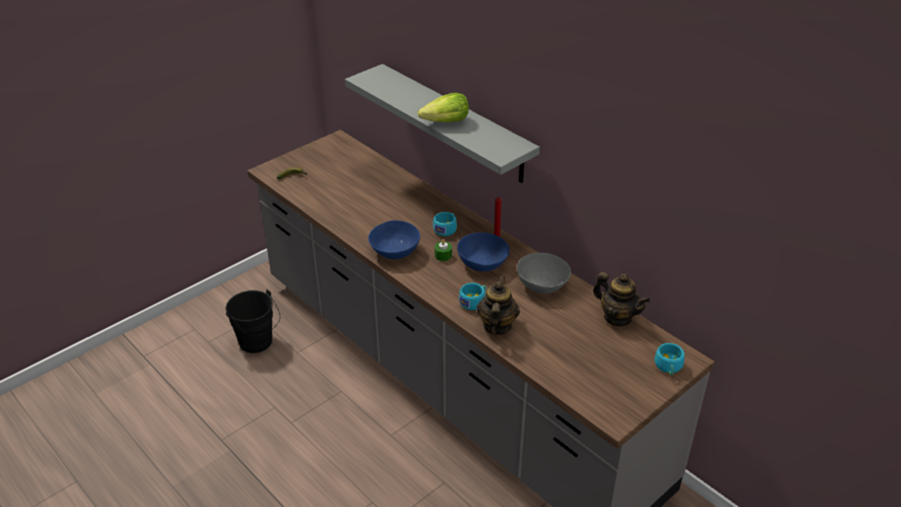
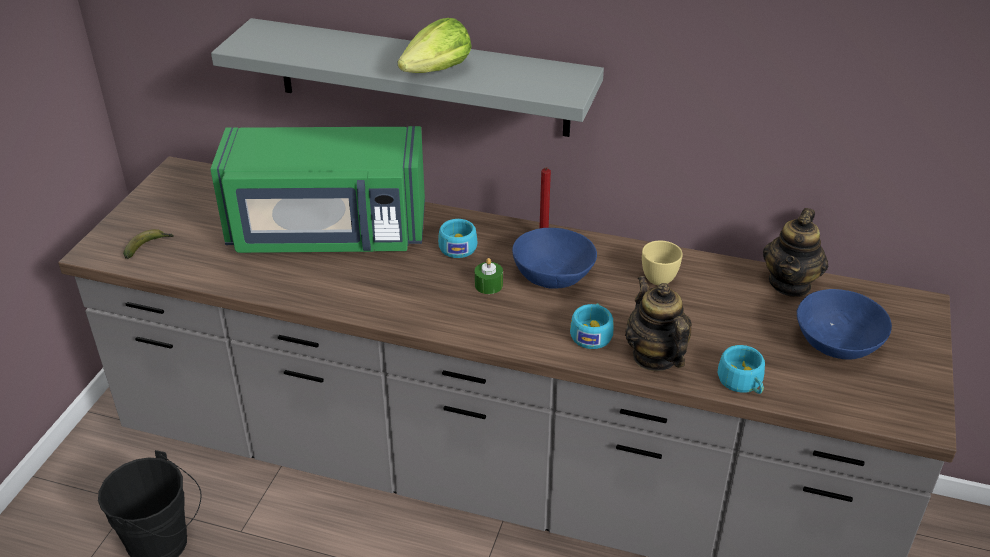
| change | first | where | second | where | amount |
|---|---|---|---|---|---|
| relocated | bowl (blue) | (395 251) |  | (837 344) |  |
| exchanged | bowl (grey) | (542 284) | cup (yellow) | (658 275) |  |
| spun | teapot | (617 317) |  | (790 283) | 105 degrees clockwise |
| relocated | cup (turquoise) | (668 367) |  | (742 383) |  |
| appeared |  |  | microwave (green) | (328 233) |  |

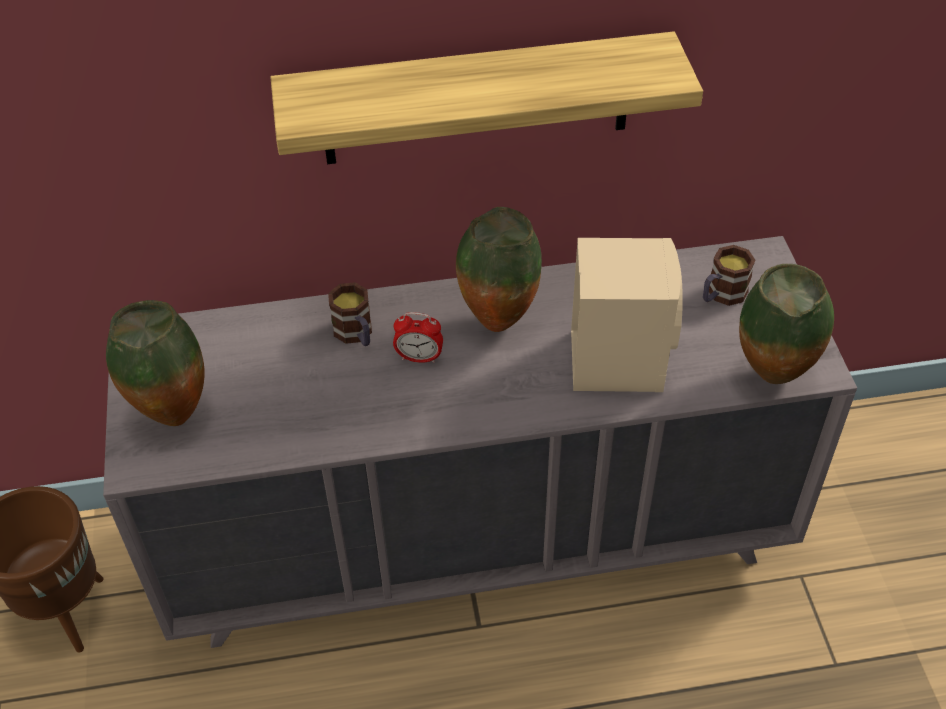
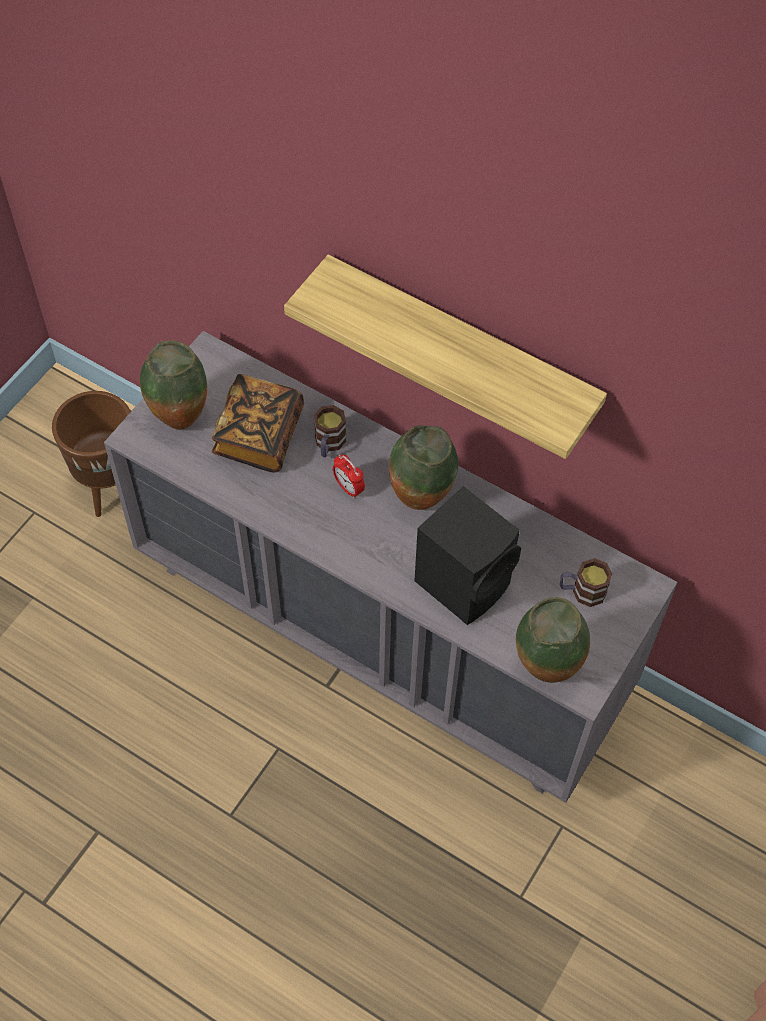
| change | first | where | second | where | amount |
|---|---|---|---|---|---|
| colour | speaker (beige) | (617 358) | speaker (black) | (465 581) |  |
| appeared |  |  | book | (259 436) |  |

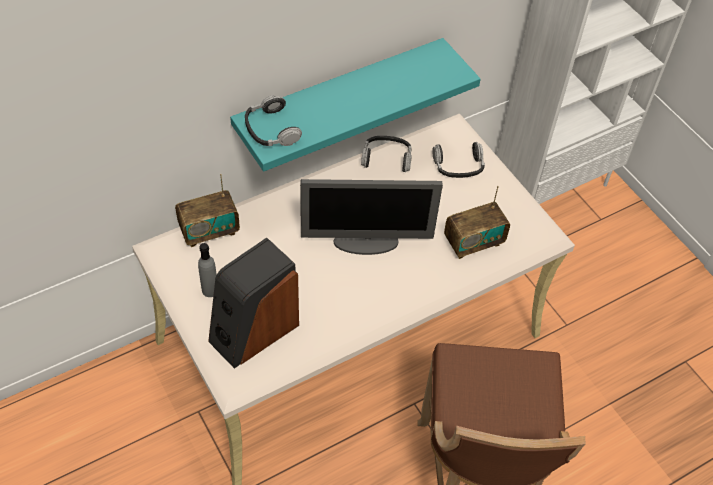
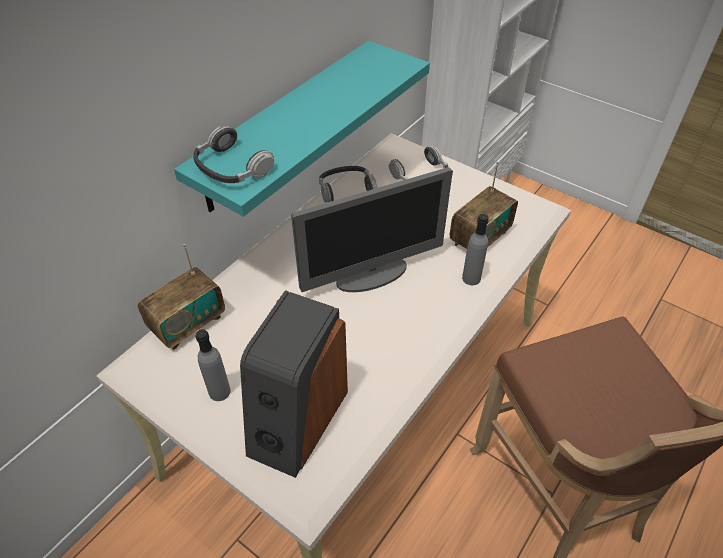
| change | first | where | second | where | amount |
|---|---|---|---|---|---|
| appeared |  |  | bottle (grey) | (471 278) |  |

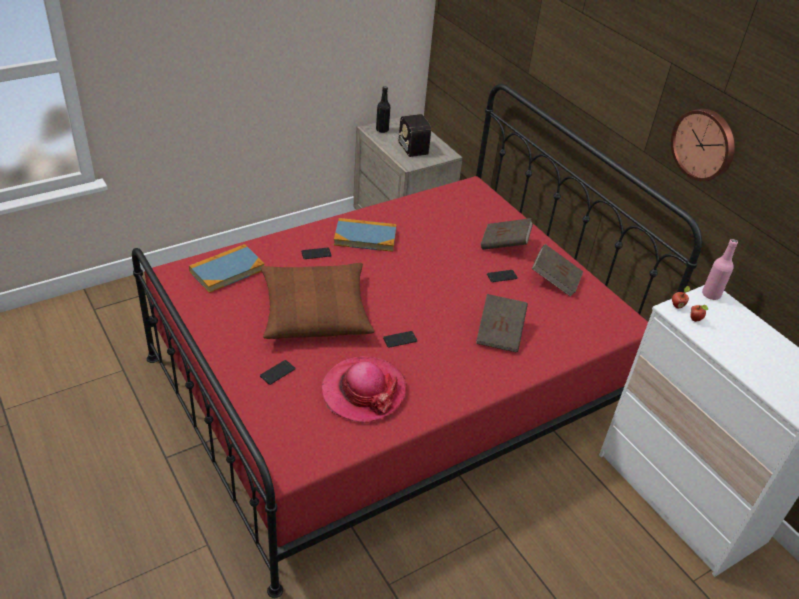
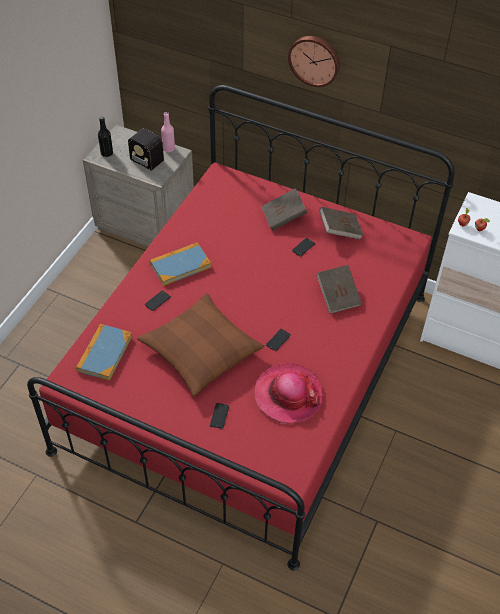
| change | first | where | second | where | amount |
|---|---|---|---|---|---|
| relocated | wall clock | (704 144) |  | (315 60) |  |
| relocated | bottle (pink) | (711 294) |  | (168 148) |  |

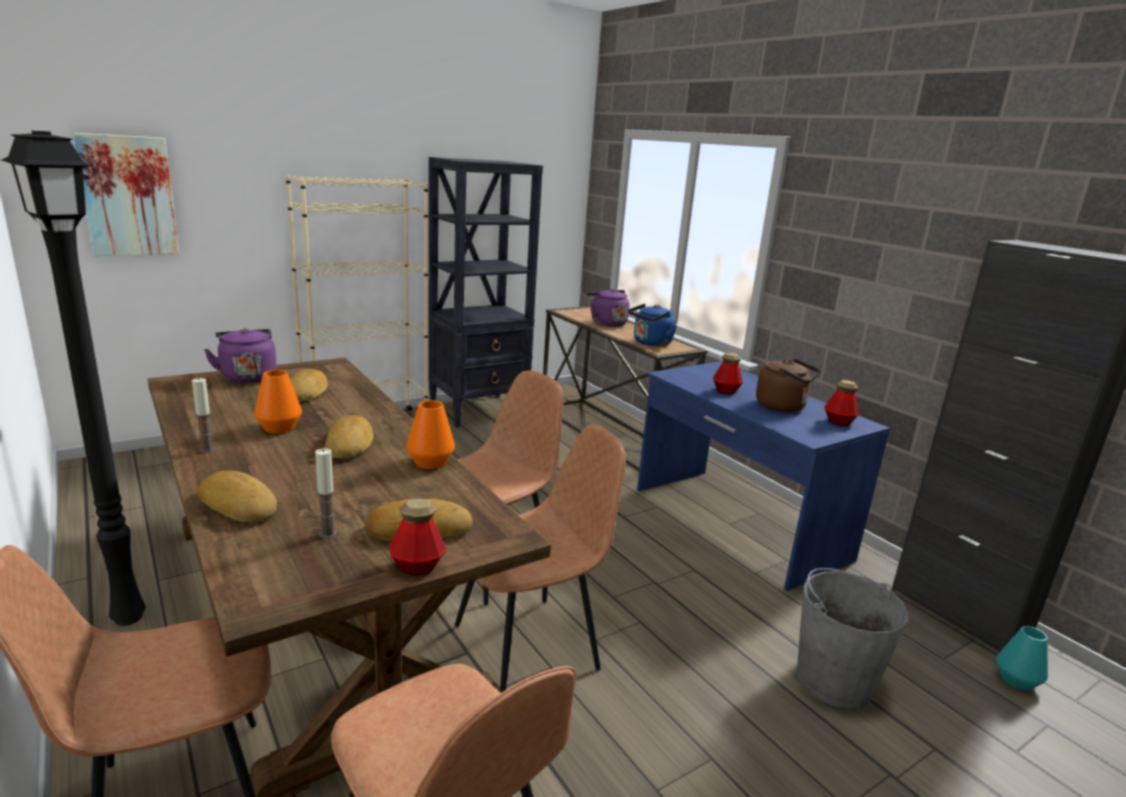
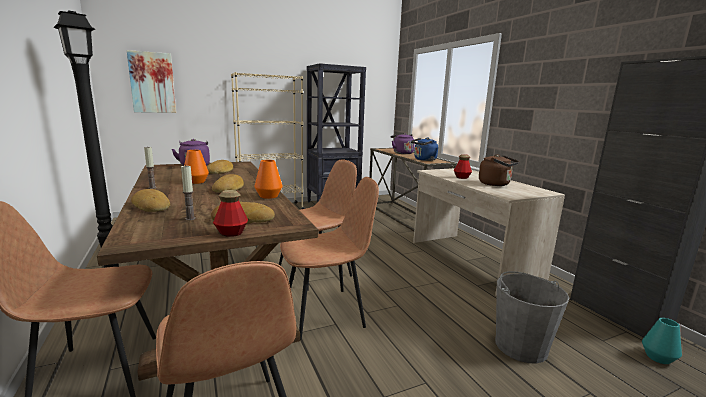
| change | first | where | second | where | amount |
|---|---|---|---|---|---|
| colour | desk (blue) | (737 523) | desk (beige) | (471 260) |  |
| missing | bottle | (838 422) |  |  |  |

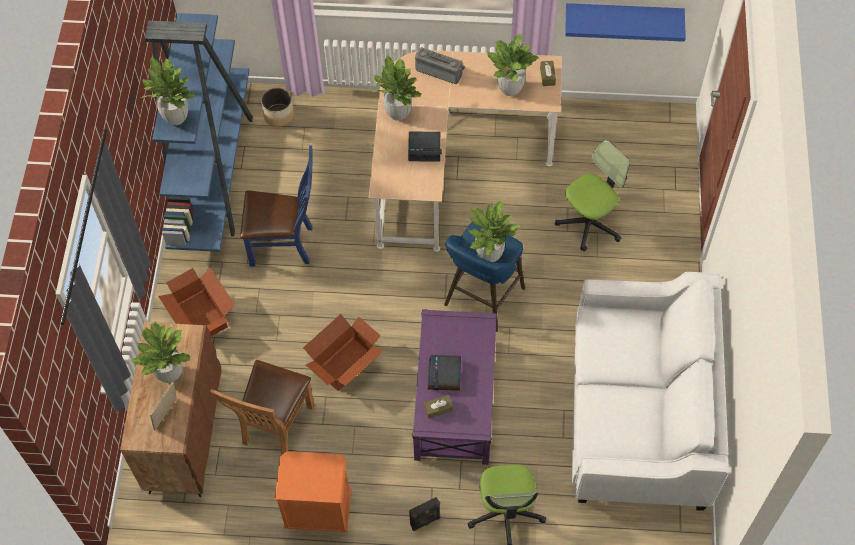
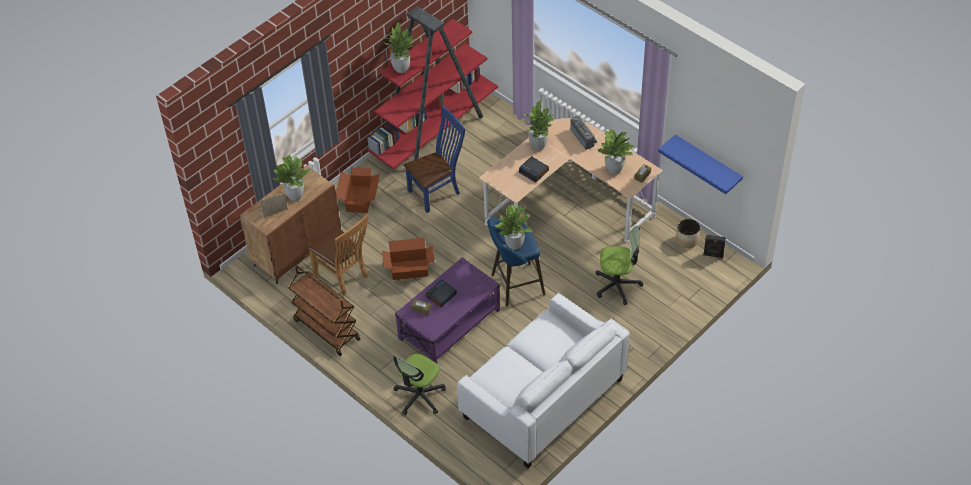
| change | first | where | second | where | amount |
|---|---|---|---|---|---|
| colour | bookcase (blue) | (212 171) | bookcase (red) | (434 131) |  |
| relocated | planter | (278 115) |  | (686 240) |  |
| spun | chair (blue) | (286 244) |  | (437 191) | 75 degrees counterclockwise |
| spun | chair (brown) | (274 427) |  | (343 276) | 105 degrees counterclockwise |
| exchanged | nightstand (orange) | (318 511) | cart (brown) | (326 329) |  |
| relocated | speaker (black) | (425 522) |  | (713 255) |  |

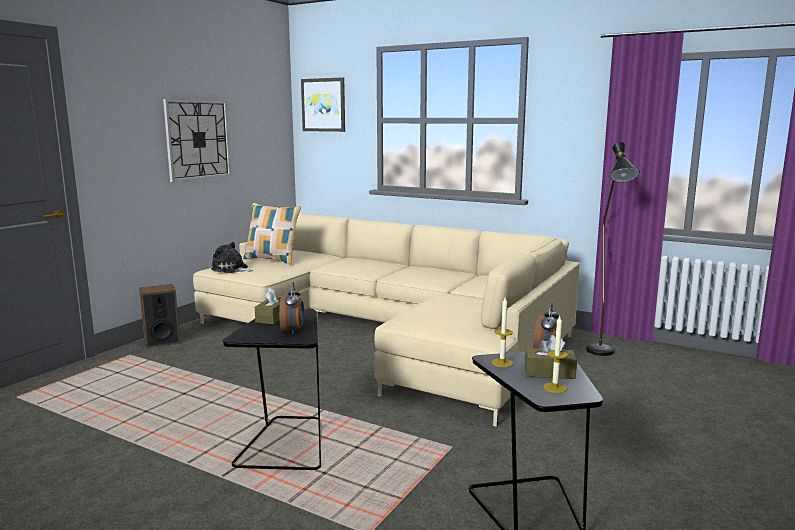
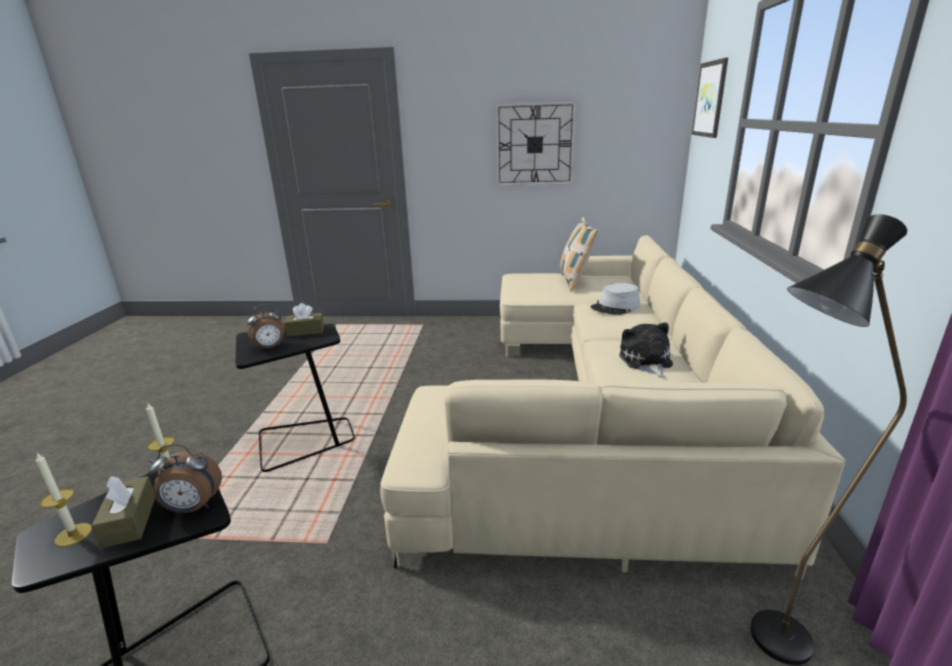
| change | first | where | second | where | amount |
|---|---|---|---|---|---|
| relocated | plush toy | (231 269) |  | (646 361) |  |
| missing | speaker | (162 341) |  |  |  |
| appeared |  |  | hat (grey) | (615 307) |  |

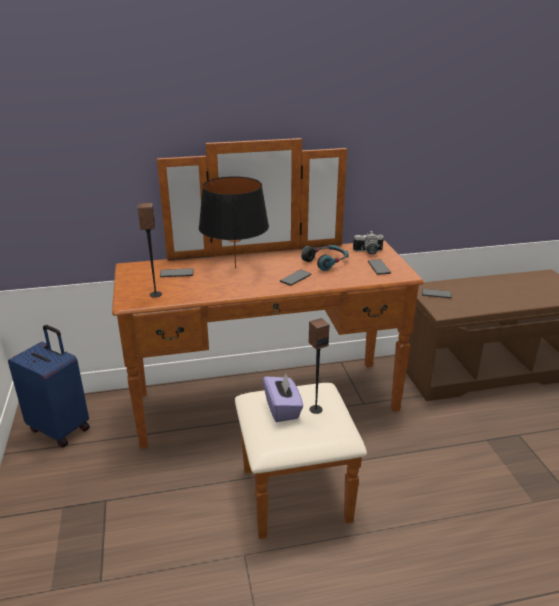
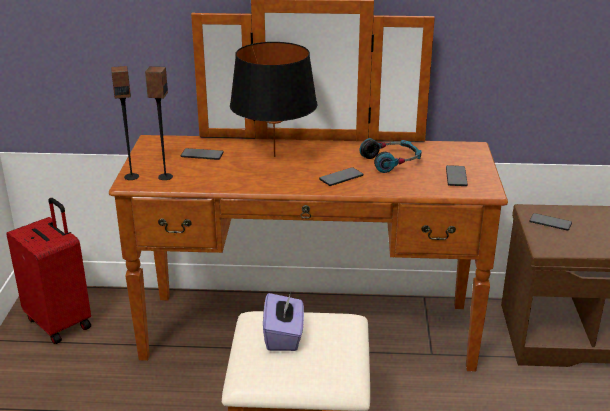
| change | first | where | second | where | amount |
|---|---|---|---|---|---|
| missing | photo camera | (368 252) |  |  |  |
| relocated | speaker | (315 409) |  | (131 176) |  |
| colour | suitcase (blue) | (61 428) | suitcase (red) | (60 322) |  |

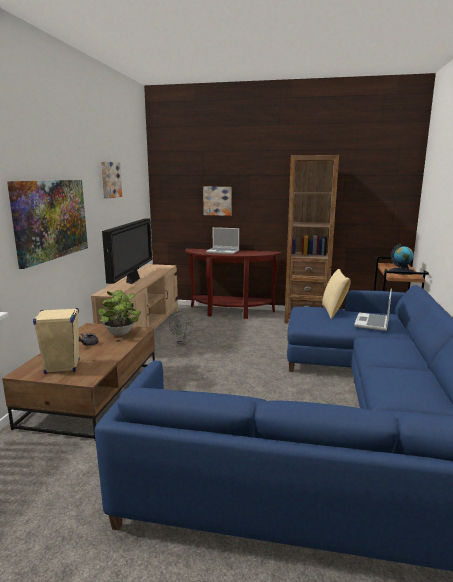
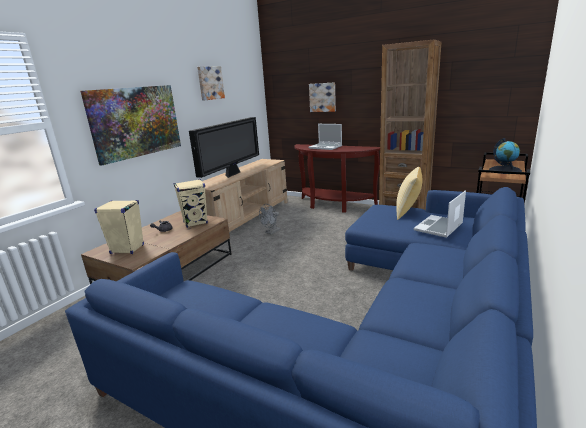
| change | first | where | second | where | amount |
|---|---|---|---|---|---|
| exchanged | potted plant | (120 334) | speaker (beige) | (195 223) |  |

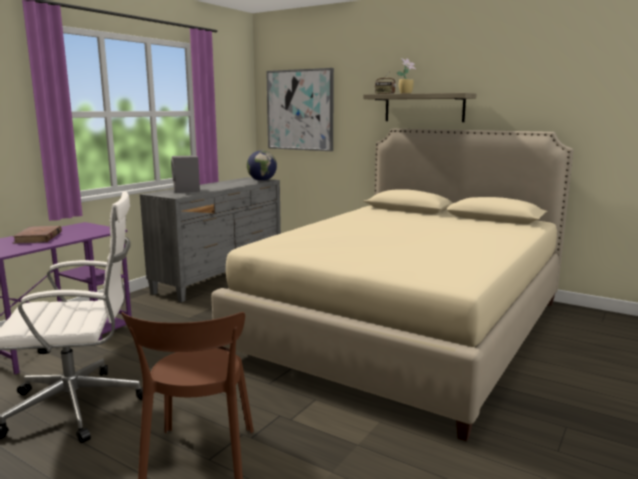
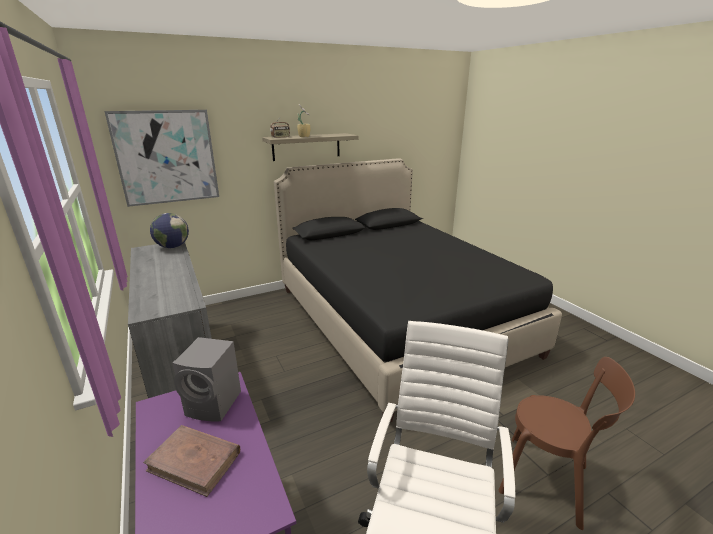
| change | first | where | second | where | amount |
|---|---|---|---|---|---|
| colour | bed (beige) | (407 328) | bed (black) | (396 319) |  |
| relocated | speaker (grey) | (186 191) |  | (215 404) |  |

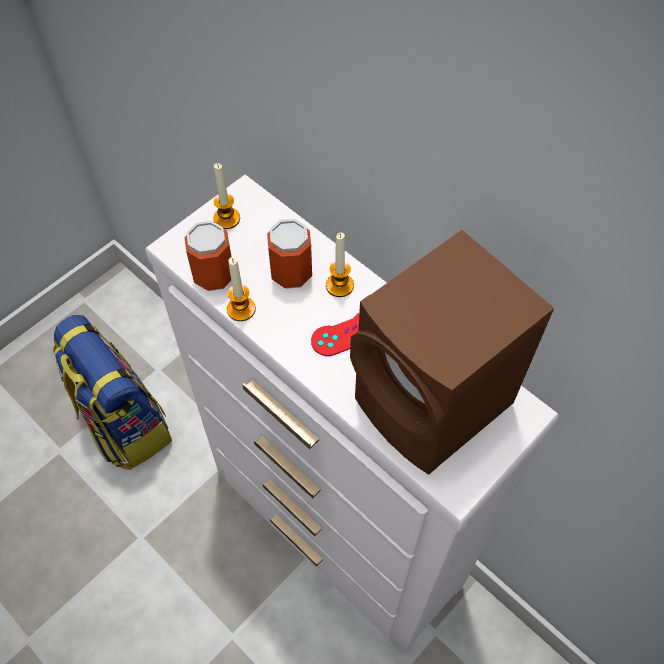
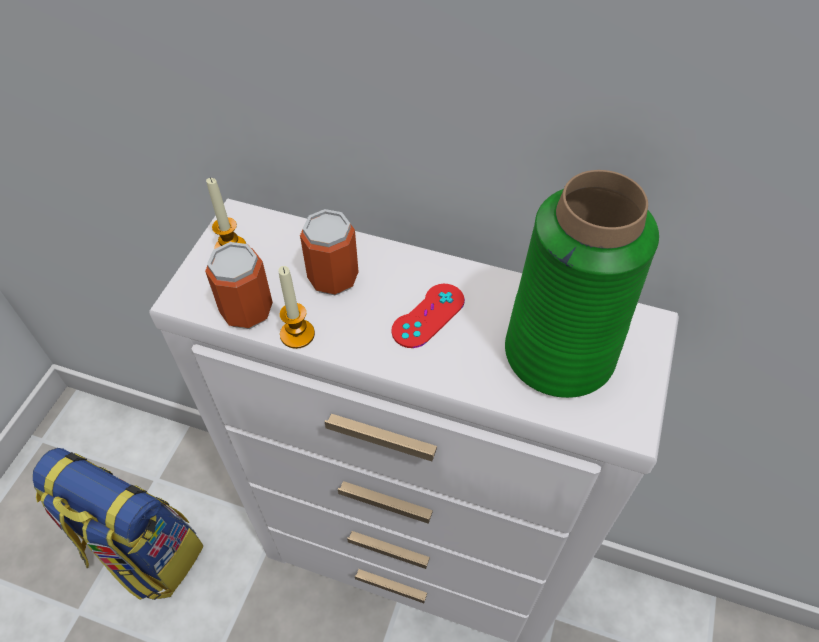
| change | first | where | second | where | amount |
|---|---|---|---|---|---|
| exchanged | speaker (brown) | (435 406) | vase (green) | (560 353) |  |
| missing | candle | (339 285) |  |  |  |

